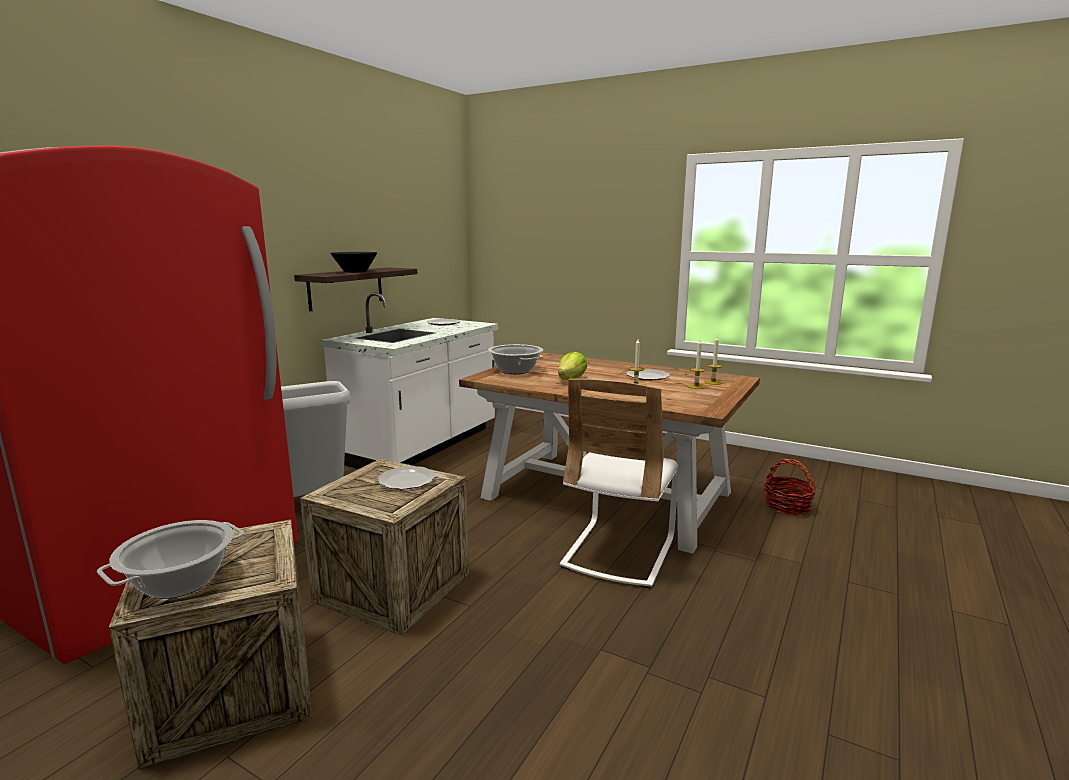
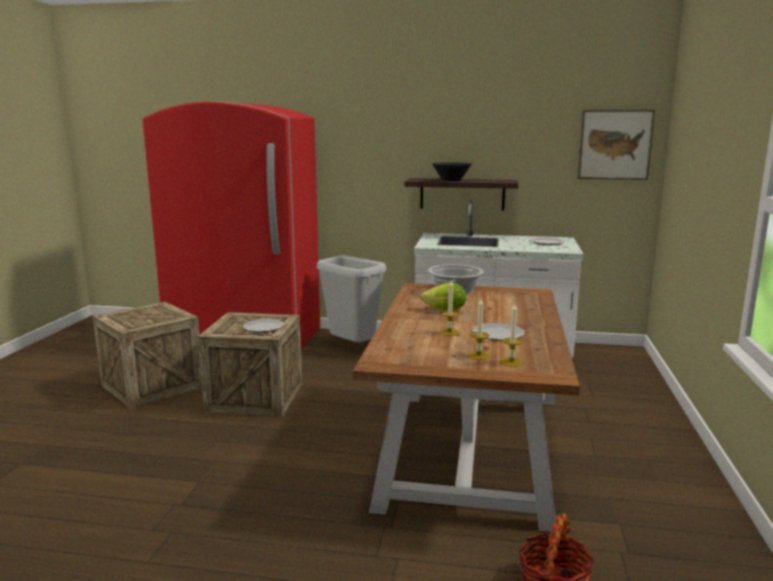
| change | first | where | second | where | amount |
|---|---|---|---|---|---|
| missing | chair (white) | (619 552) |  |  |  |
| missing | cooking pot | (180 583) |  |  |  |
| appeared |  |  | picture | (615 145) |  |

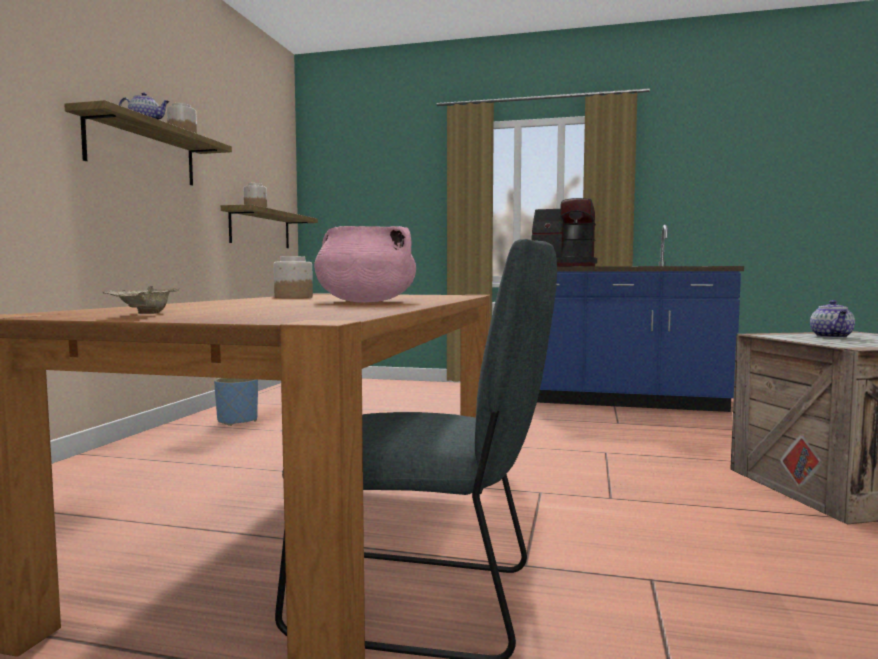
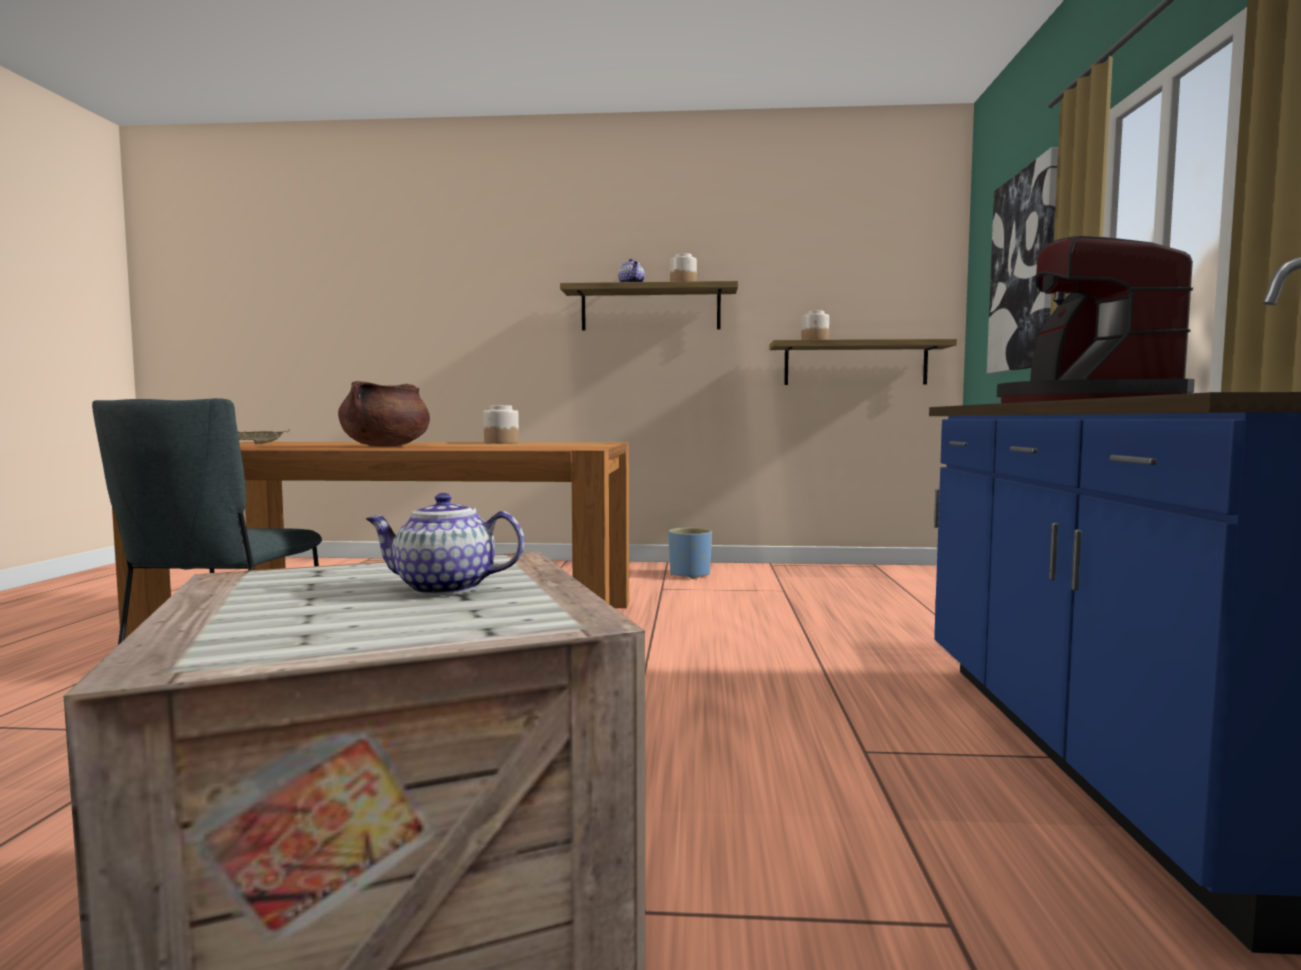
| change | first | where | second | where | amount |
|---|---|---|---|---|---|
| colour | cooking pot (pink) | (365 302) | cooking pot (brown) | (386 446) |  |
| appeared |  |  | picture | (1024 271) |  |

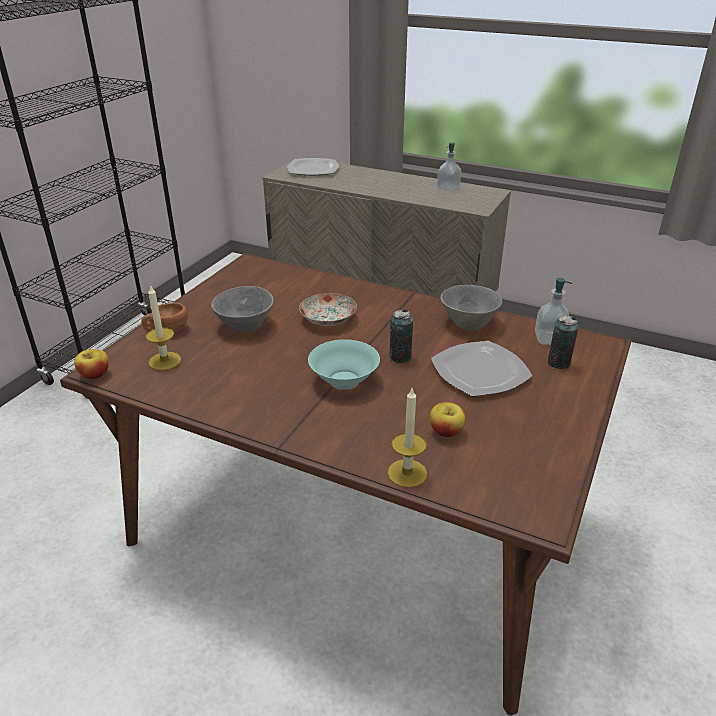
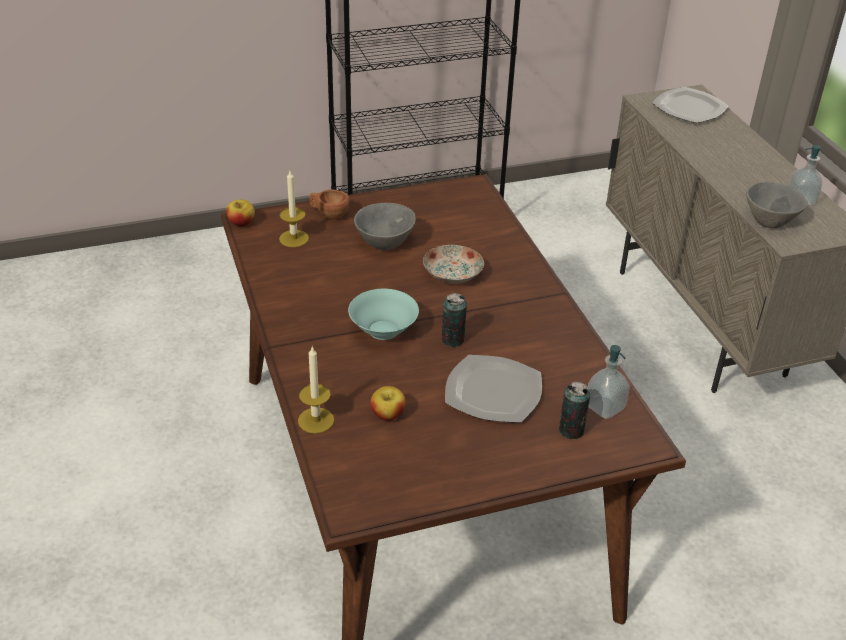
| change | first | where | second | where | amount |
|---|---|---|---|---|---|
| relocated | bowl (grey) | (470 322) |  | (772 221) |  |

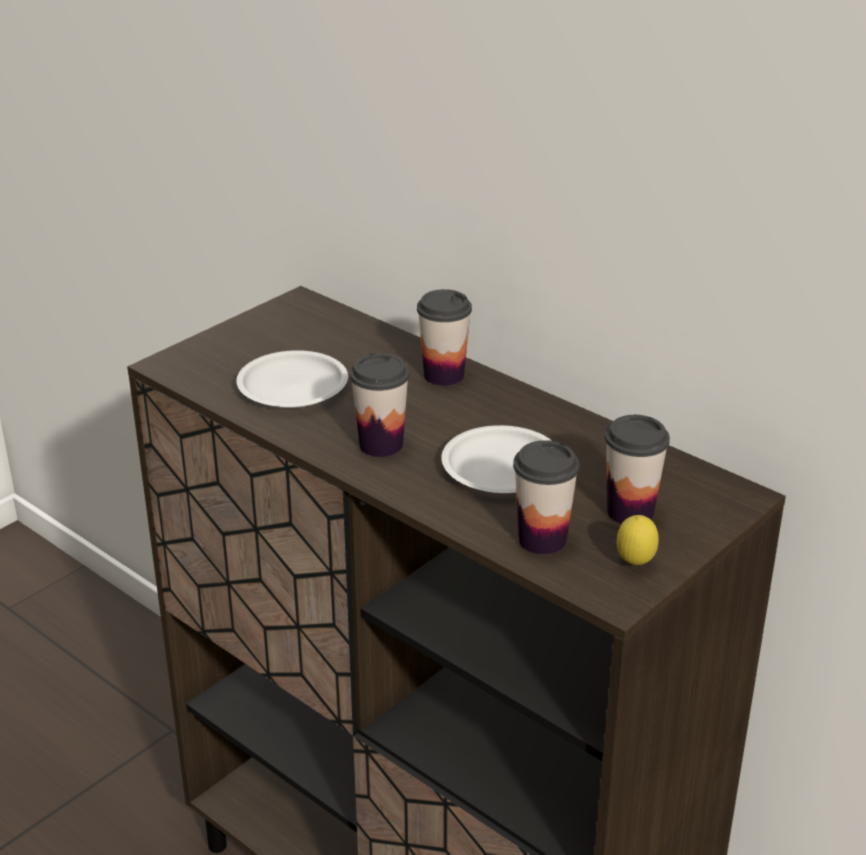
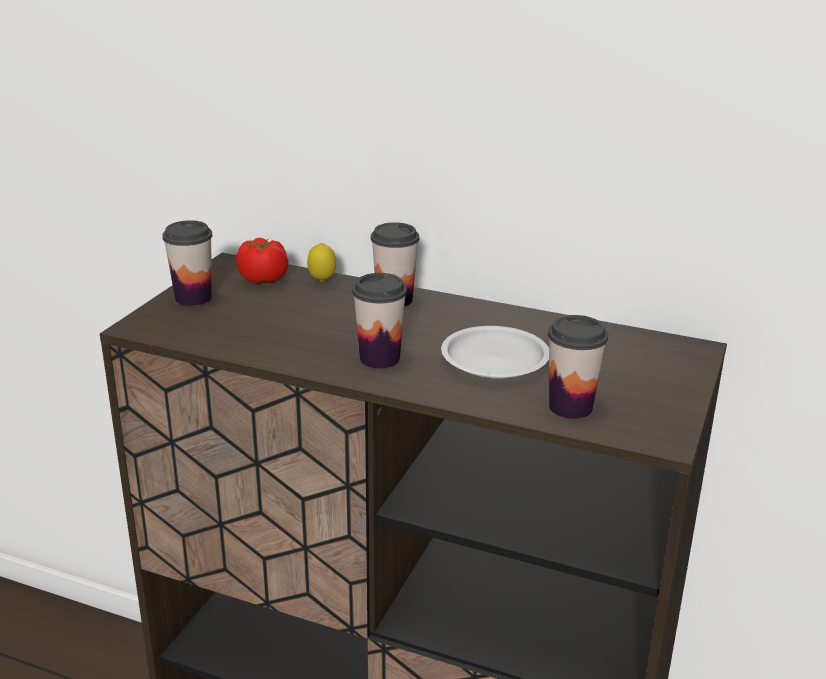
| change | first | where | second | where | amount |
|---|---|---|---|---|---|
| missing | plate (white) | (292 387) |  |  |  |
| relocated | cup | (630 512) |  | (193 298) |  |
| relocated | lemon | (635 564) |  | (322 281) |  |
| appeared |  |  | tomato | (263 279) |  |

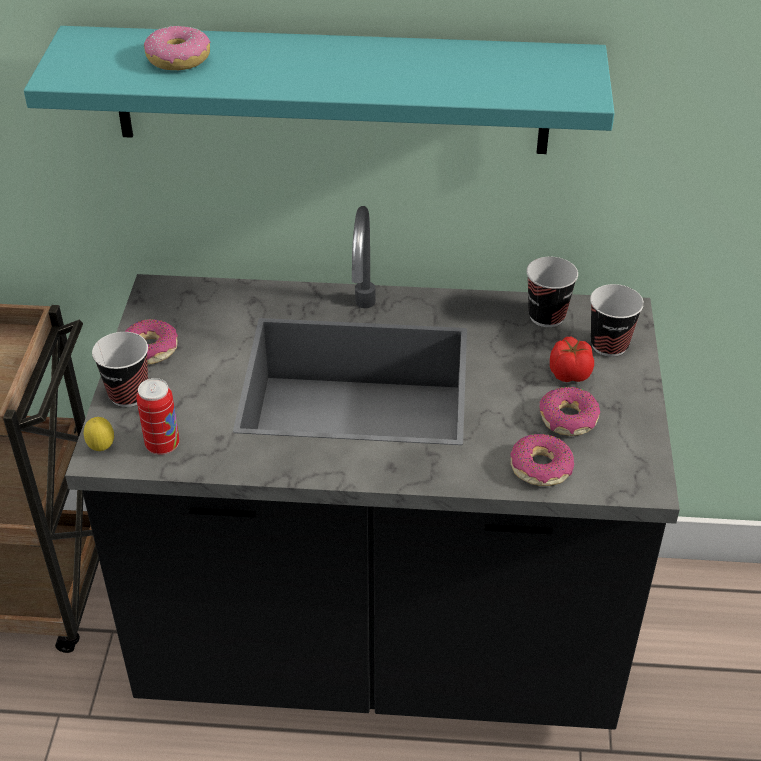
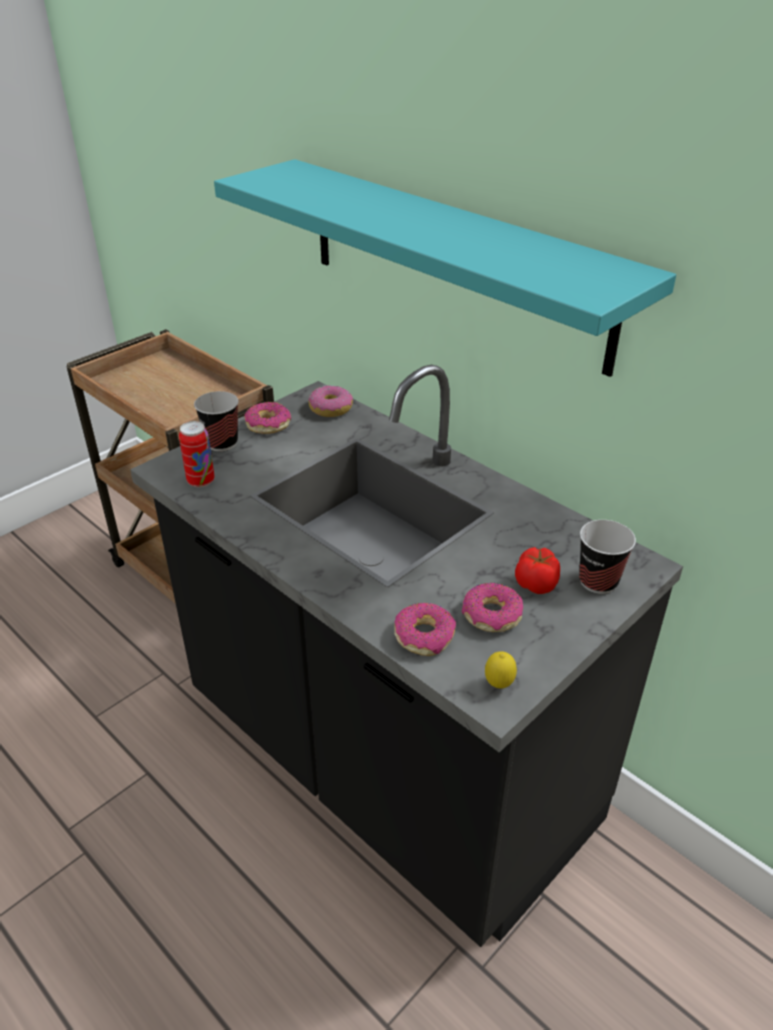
| change | first | where | second | where | amount |
|---|---|---|---|---|---|
| relocated | donut | (179 59) |  | (331 408) |  |
| missing | cup | (547 316) |  |  |  |
| relocated | lemon | (102 449) |  | (498 685) |  |

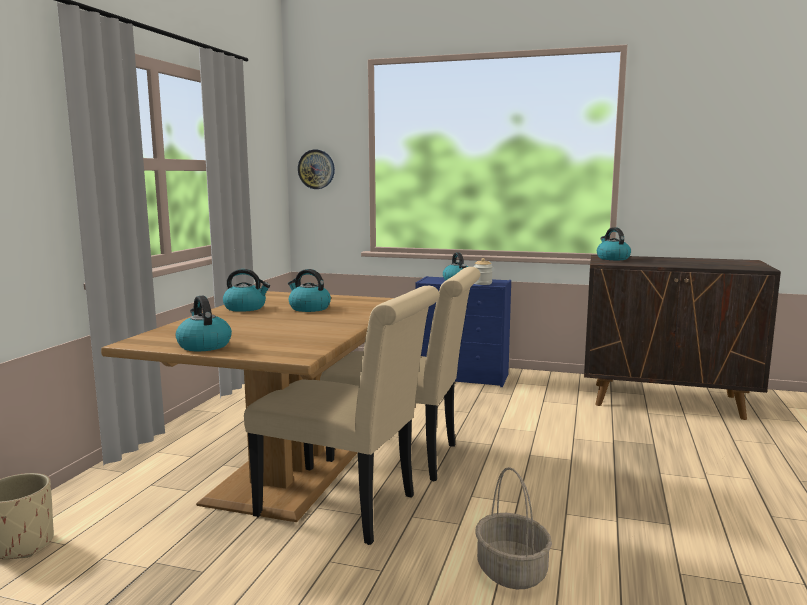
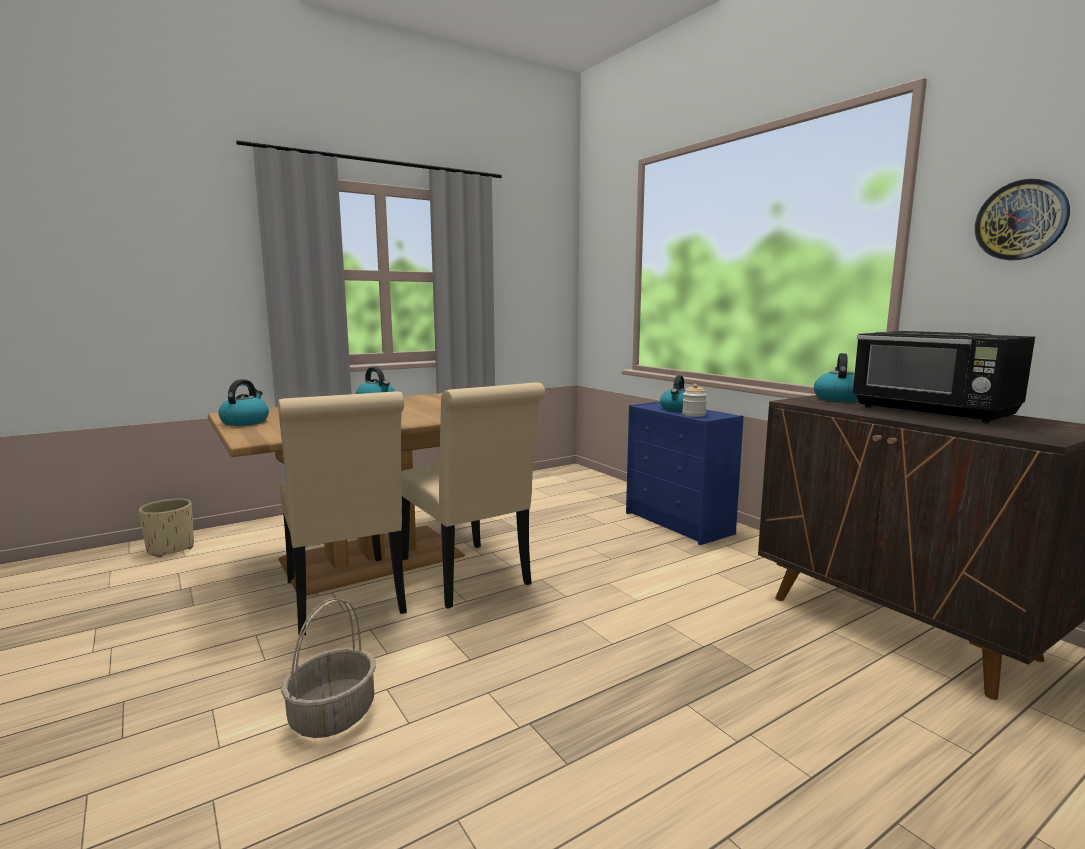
| change | first | where | second | where | amount |
|---|---|---|---|---|---|
| relocated | wall clock | (316 169) |  | (1021 220) |  |
| missing | kettle | (309 308) |  |  |  |
| appeared |  |  | microwave (black) | (934 411) |  |

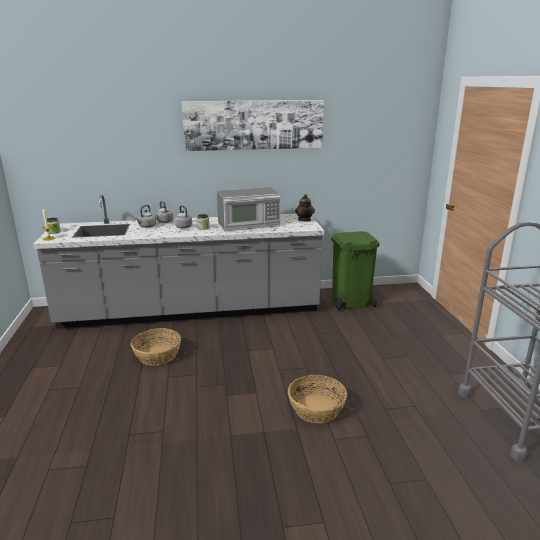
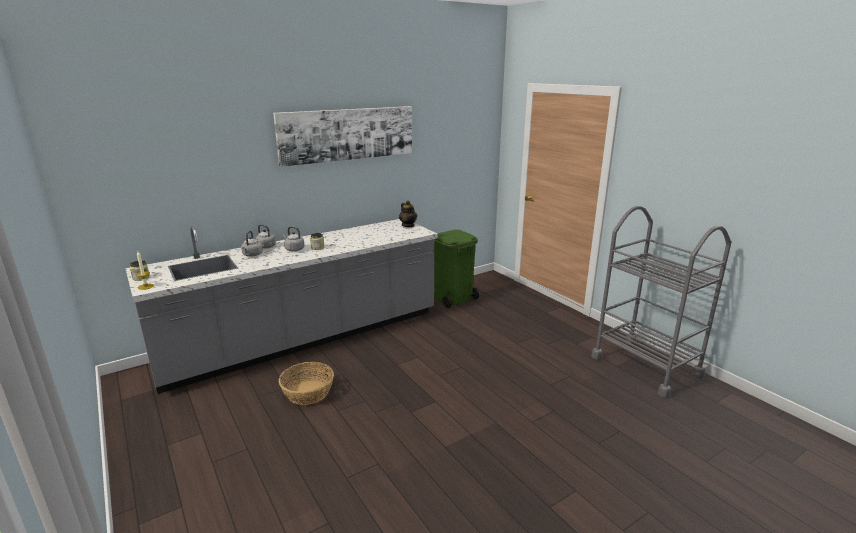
| change | first | where | second | where | amount |
|---|---|---|---|---|---|
| missing | microwave | (249 224) |  |  |  |
| missing | basket | (316 409) |  |  |  |

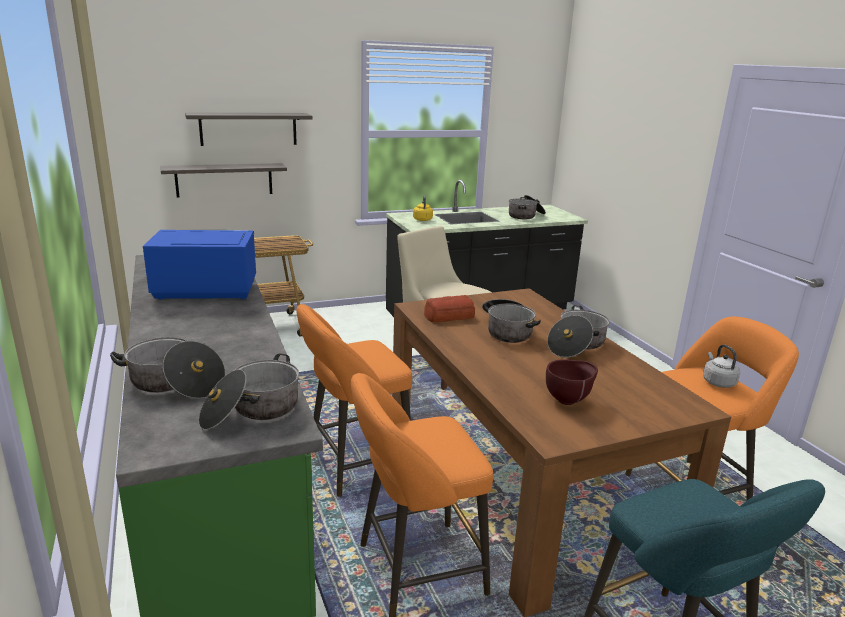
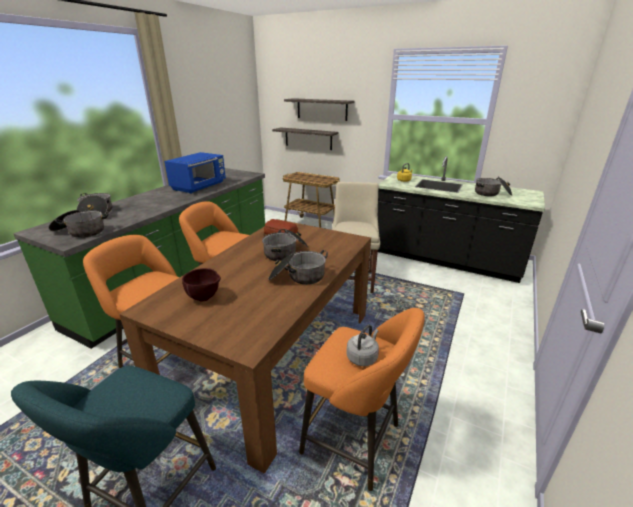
| change | first | where | second | where | amount |
|---|---|---|---|---|---|
| spun | microwave (blue) | (205 291) |  | (200 186) | 75 degrees clockwise |

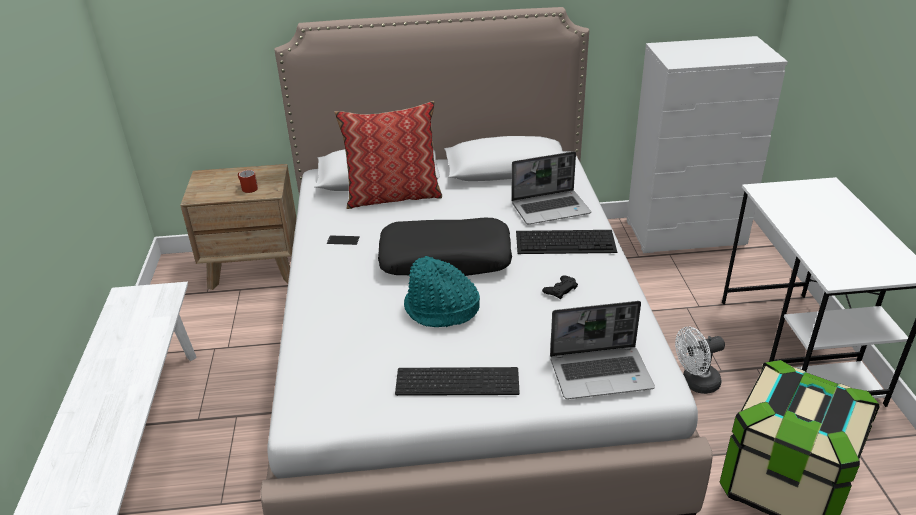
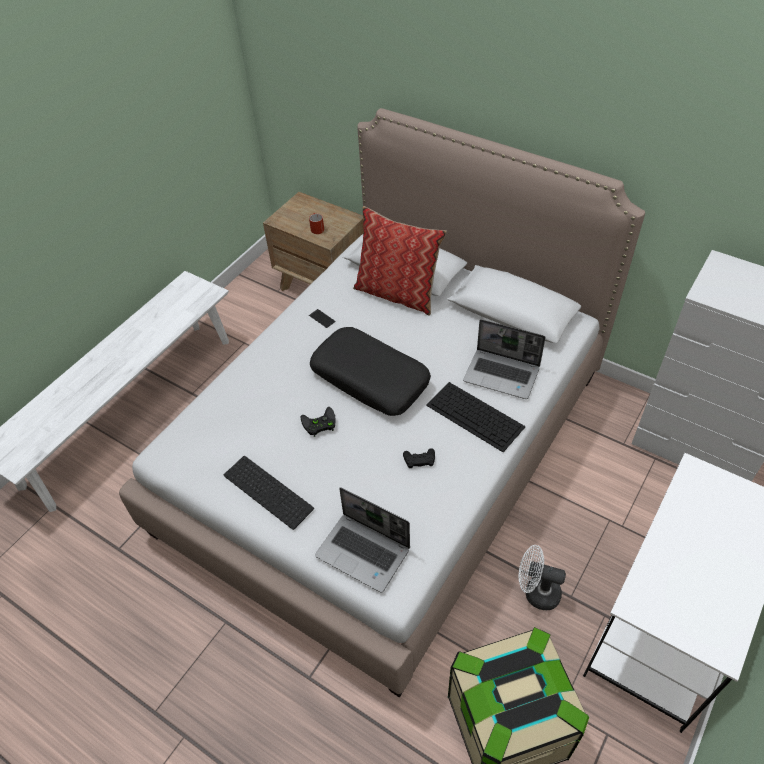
| change | first | where | second | where | amount |
|---|---|---|---|---|---|
| exchanged | hat (turquoise) | (441 310) | game controller (black) | (318 424) |  |

